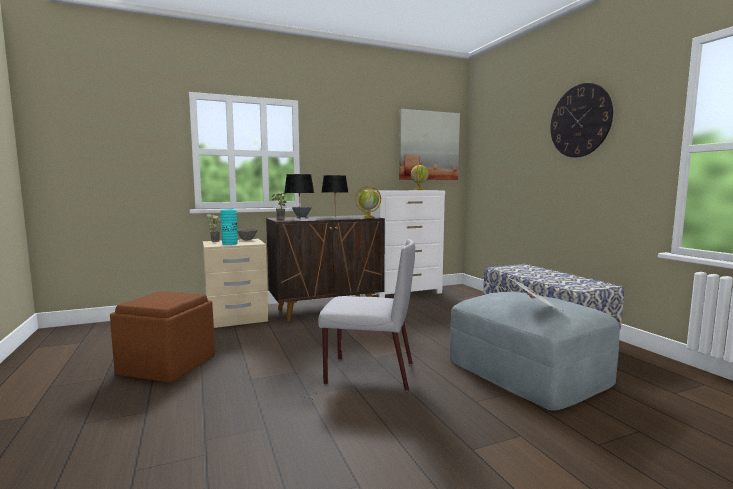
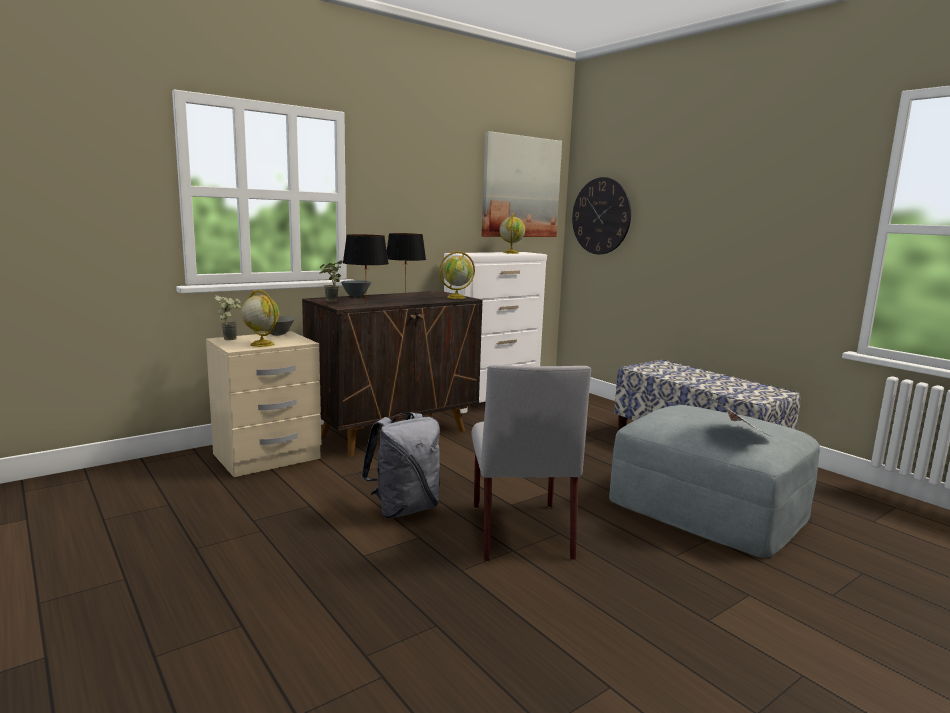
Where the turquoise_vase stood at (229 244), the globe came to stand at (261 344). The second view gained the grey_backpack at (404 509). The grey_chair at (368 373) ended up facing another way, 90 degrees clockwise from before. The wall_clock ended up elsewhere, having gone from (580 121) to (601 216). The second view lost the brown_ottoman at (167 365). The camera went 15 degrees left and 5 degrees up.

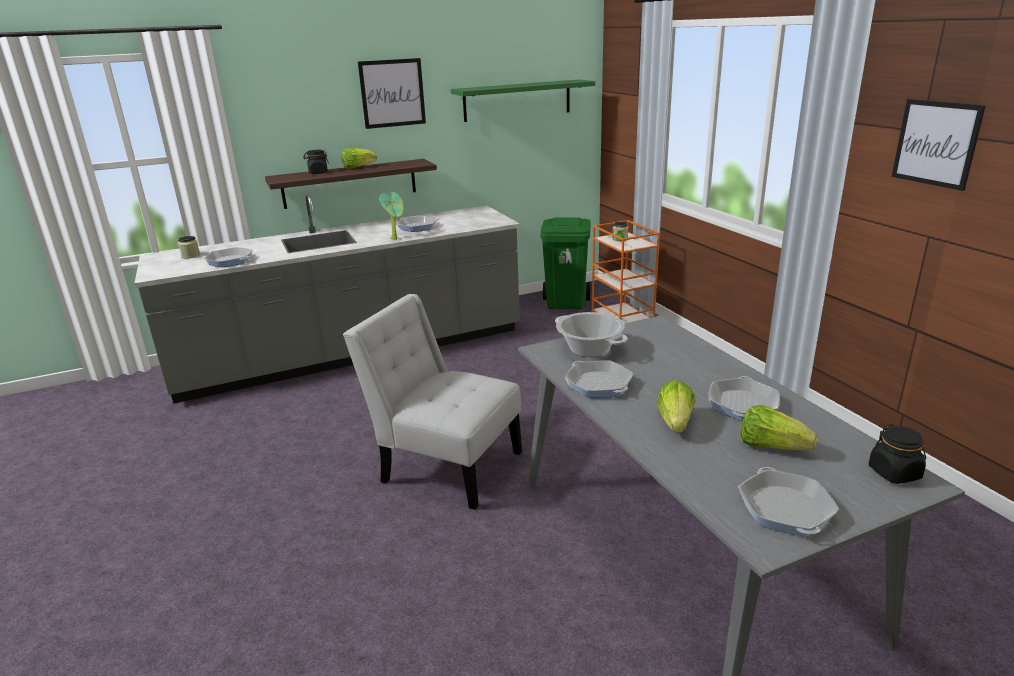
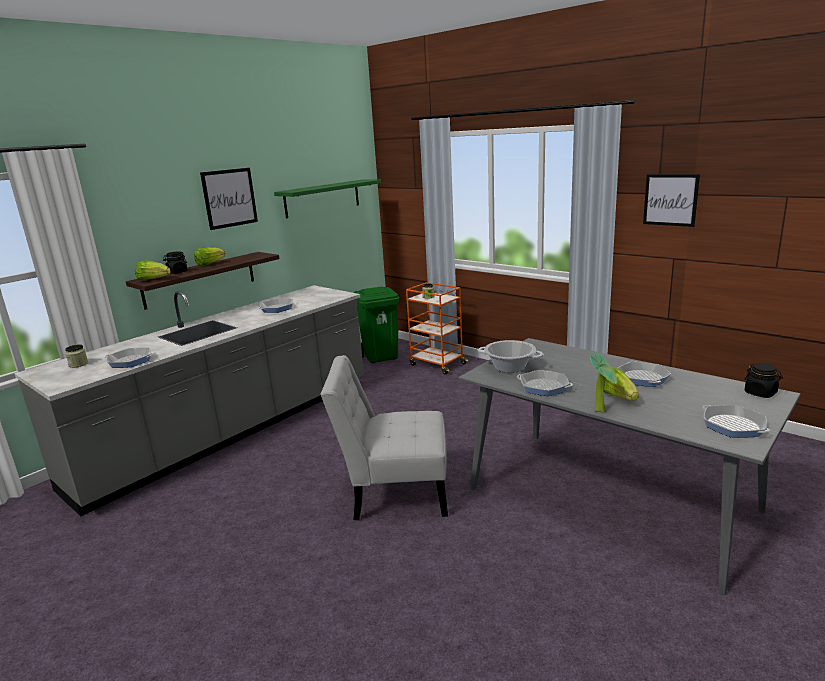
The lettuce ended up elsewhere, having gone from (771 446) to (153 280). The potted_plant ended up elsewhere, having gone from (396 238) to (601 410). The camera went 25 degrees left and 5 degrees down.

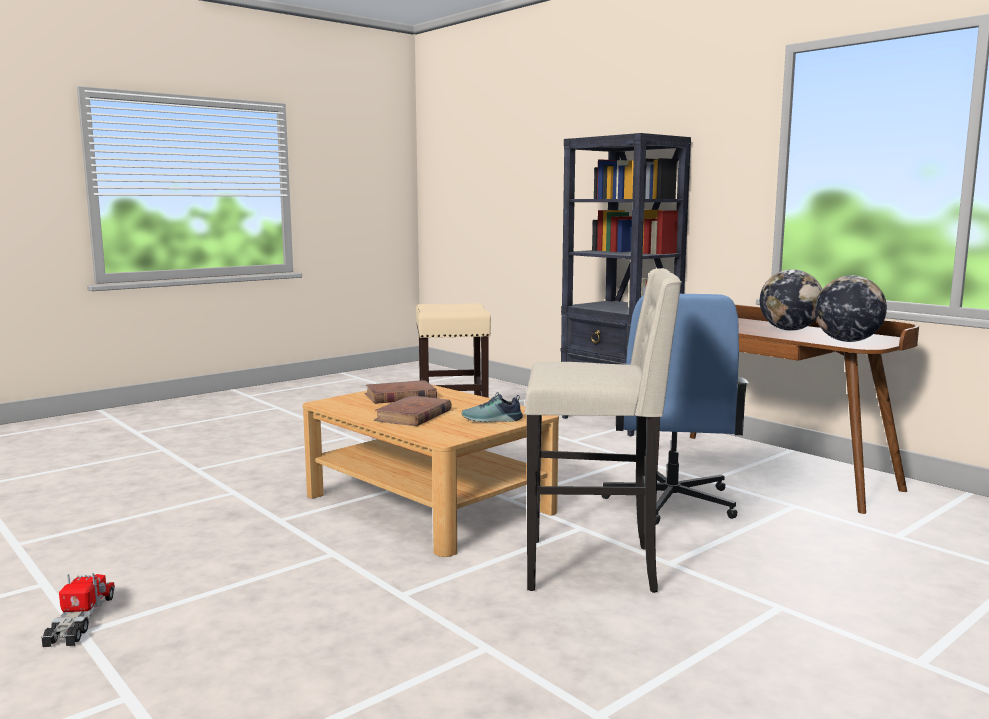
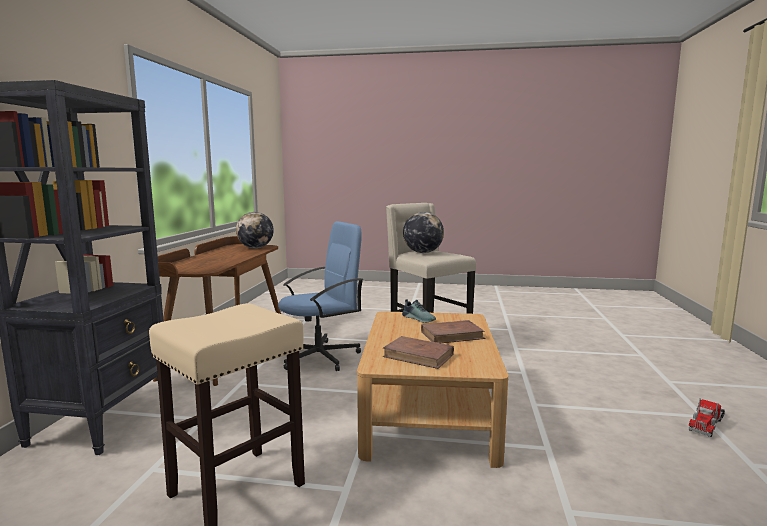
The globe ended up elsewhere, having gone from (789 330) to (423 252). The camera went 130 degrees left and 0 degrees up.

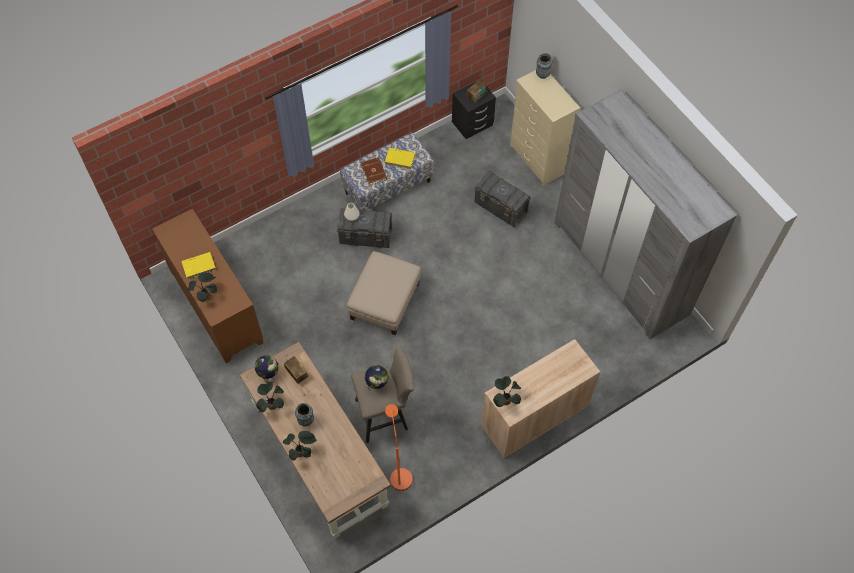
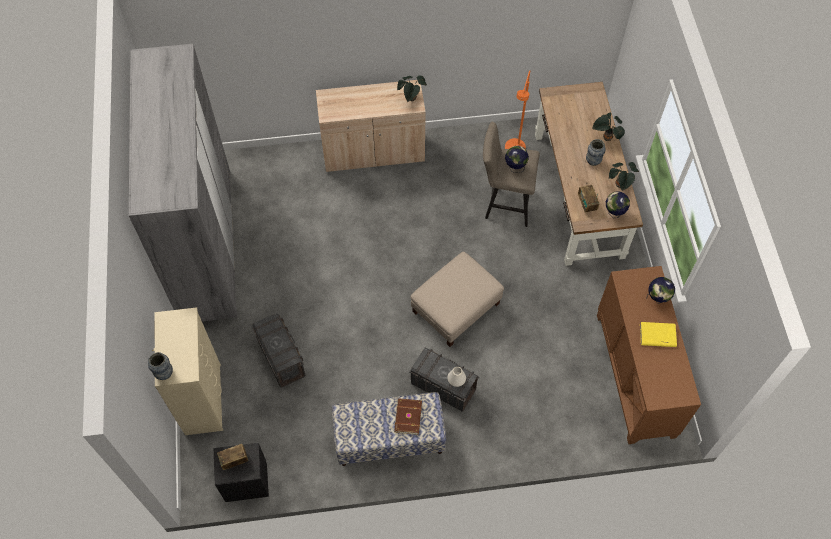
Where the potted_plant stood at (207 296), the globe came to stand at (657 299). The second view lost the yellow_book at (400 159). The camera went 155 degrees left and 0 degrees up.

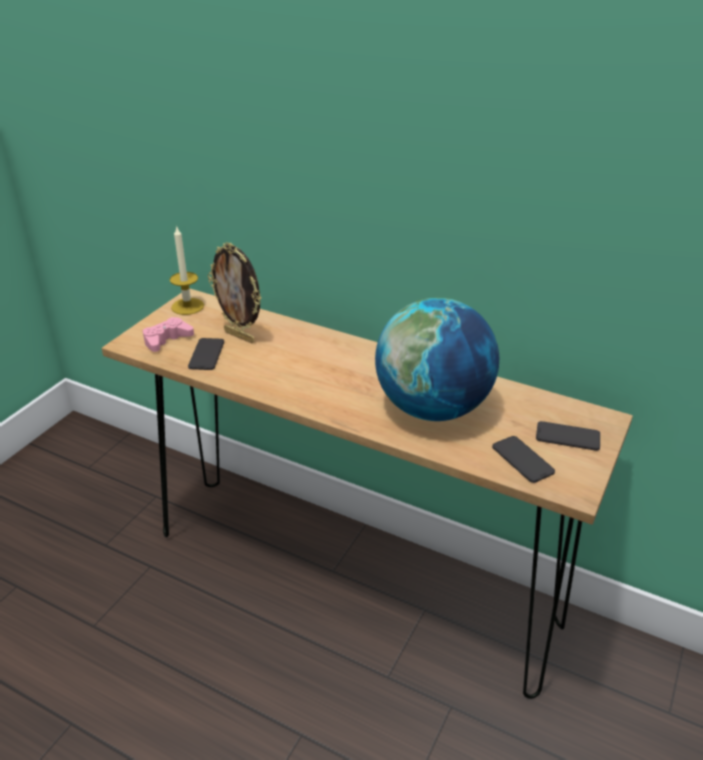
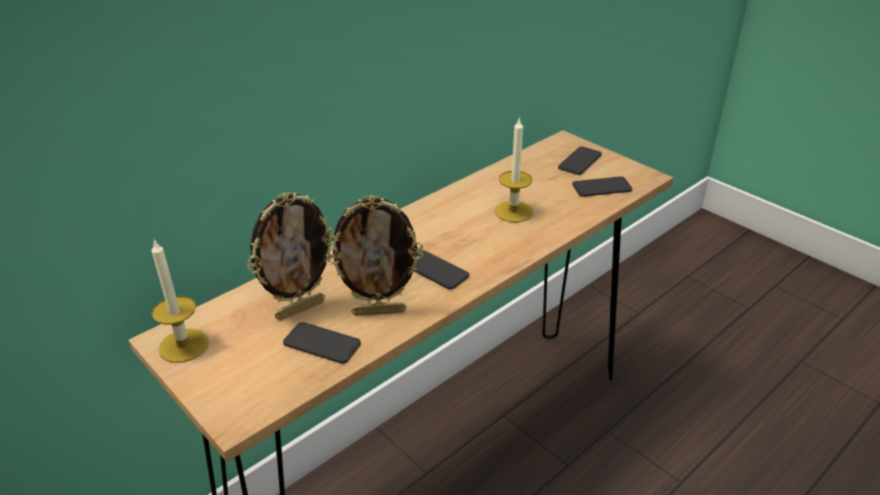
The second view gained the picture_frame at (379 311). The second view gained the phone at (436 270). Where the globe stood at (432 408), the candle came to stand at (513 211). The second view lost the pink_game_controller at (167 340). The camera went 70 degrees left and 0 degrees up.

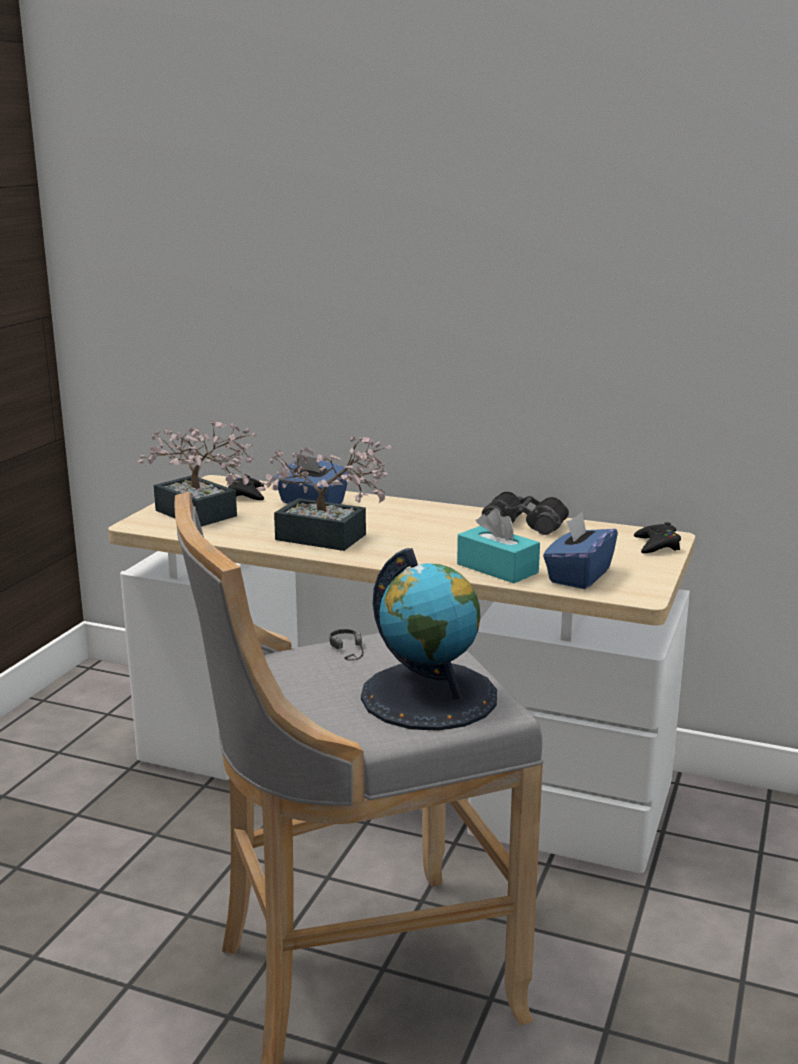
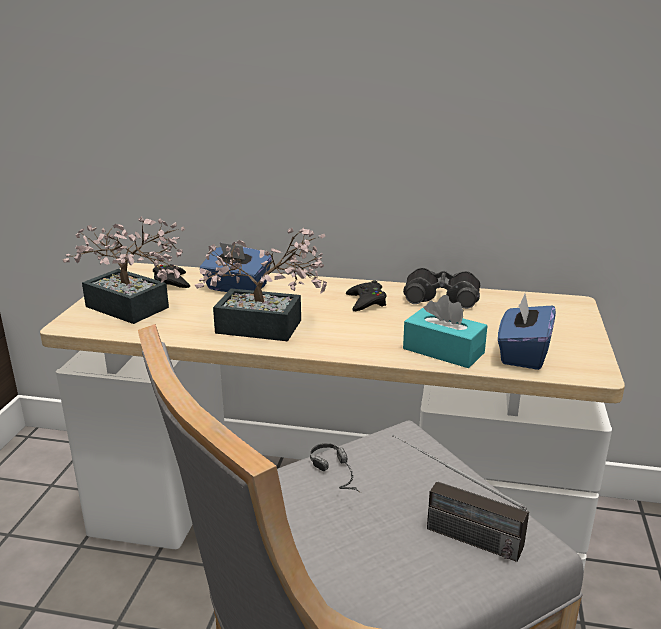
The black_game_controller ended up elsewhere, having gone from (657 545) to (366 301). Where the globe stood at (429 695), the radio came to stand at (449 530). The camera went 10 degrees left and 5 degrees up.

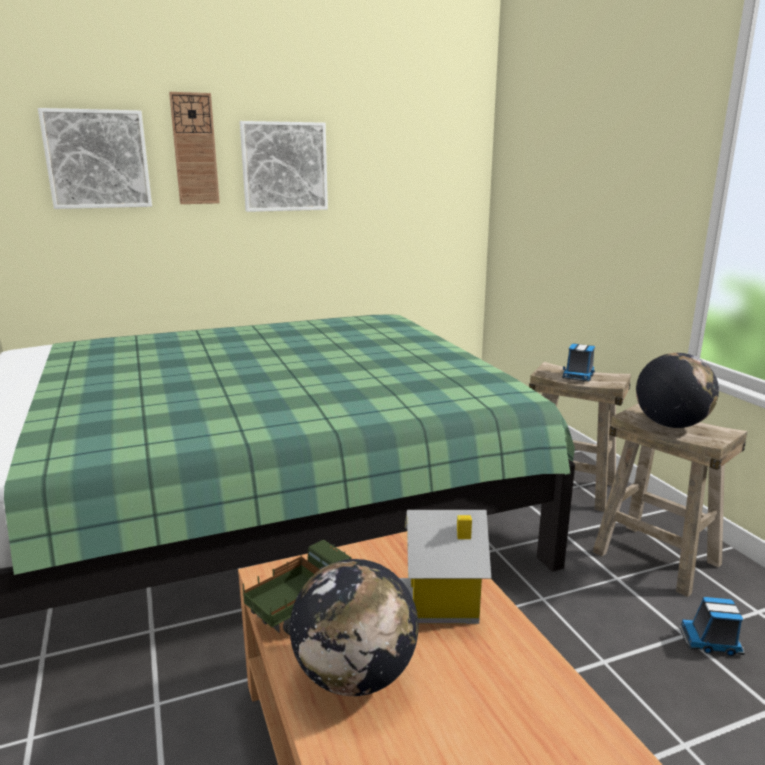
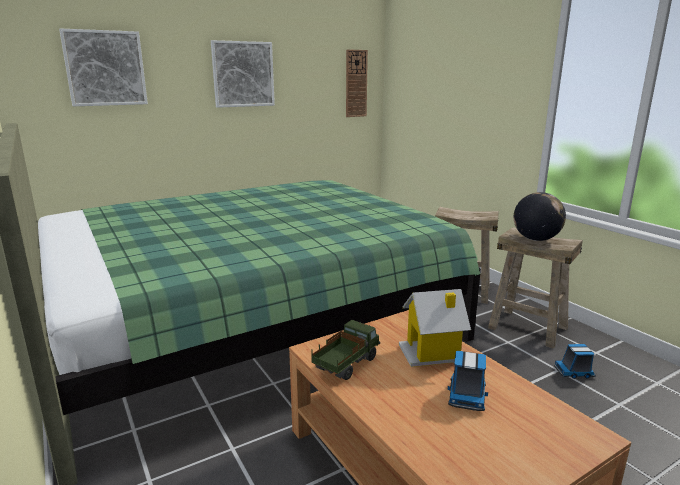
The wall_clock ended up elsewhere, having gone from (195 149) to (356 83). The toy_truck ended up elsewhere, having gone from (578 376) to (466 395). The second view lost the globe at (355 676). The camera went 10 degrees left and 0 degrees up.

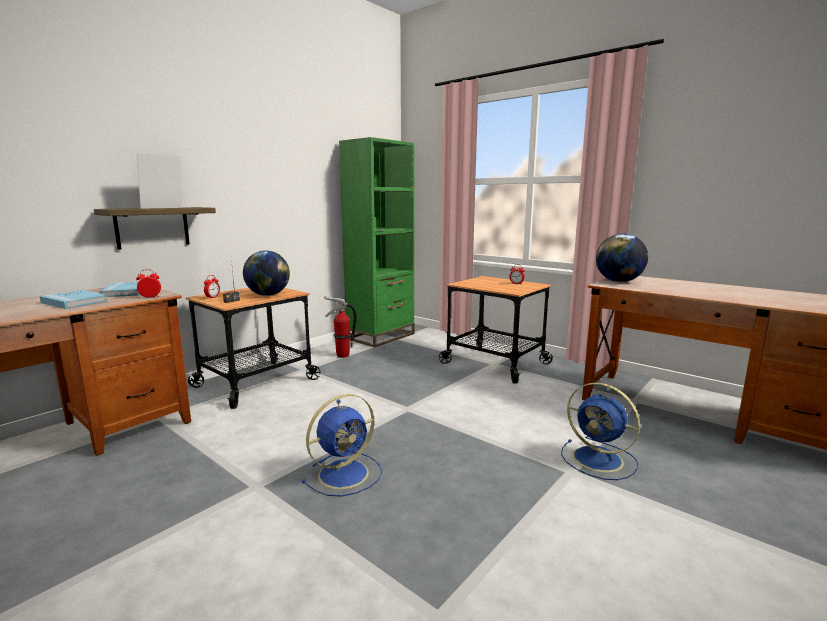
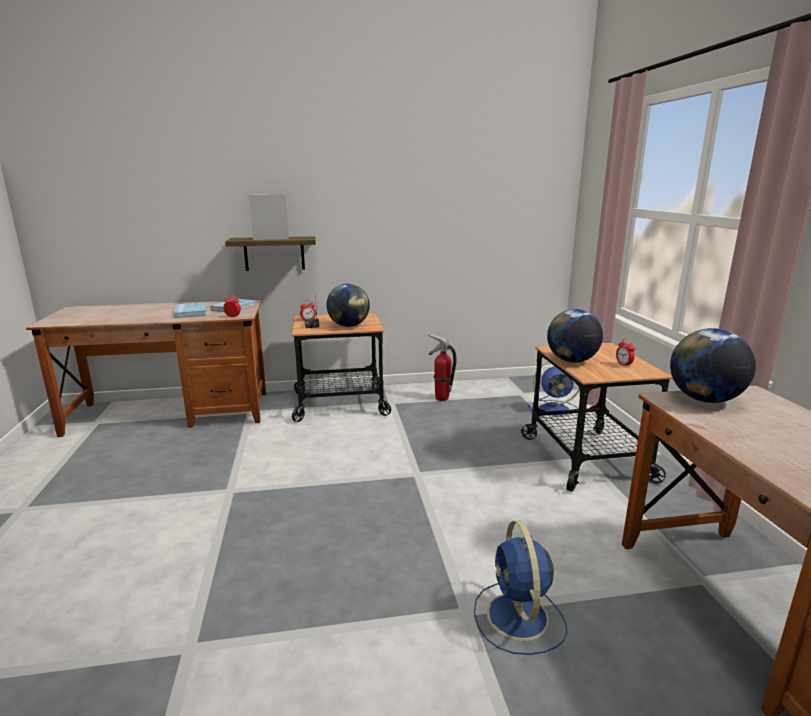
The blue_fan ended up elsewhere, having gone from (345 473) to (556 410). The second view gained the globe at (571 361). The second view lost the green_bookcase at (381 336). The camera went 40 degrees right and 5 degrees up.

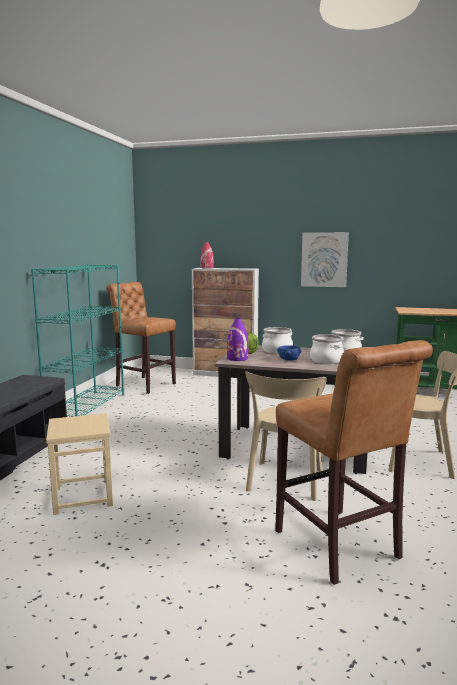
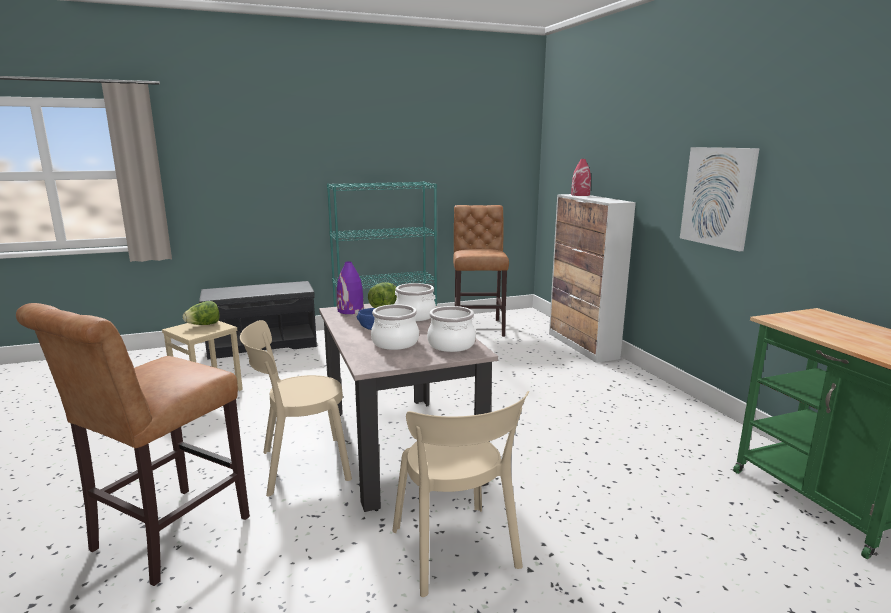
The second view gained the lettuce at (203 325). The camera went 55 degrees right and 5 degrees up.

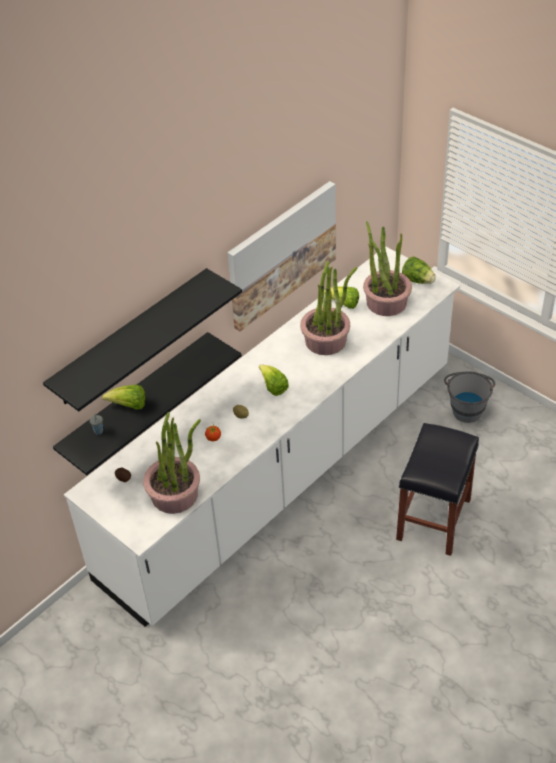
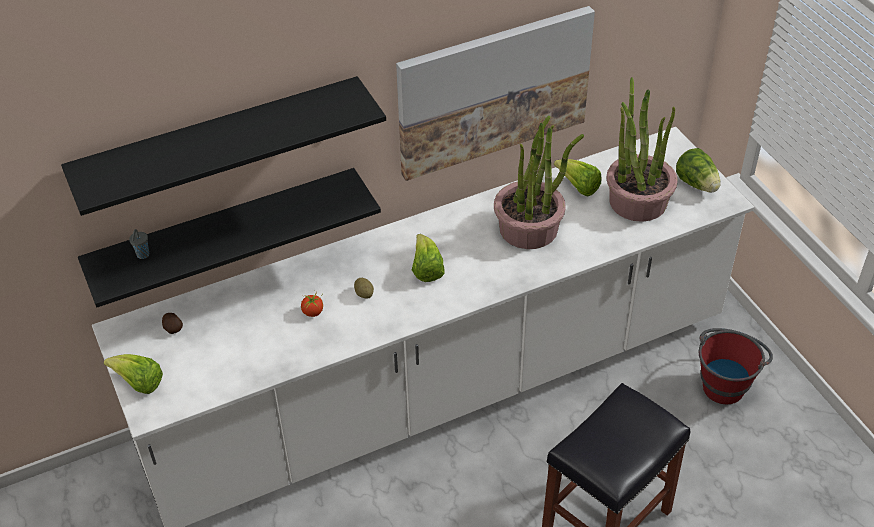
The lettuce ended up elsewhere, having gone from (129 406) to (139 383). What was the grey_bucket at (466 407) turned into the red_bucket at (726 381). The second view lost the potted_plant at (175 494). The camera went 20 degrees right and 0 degrees up.

